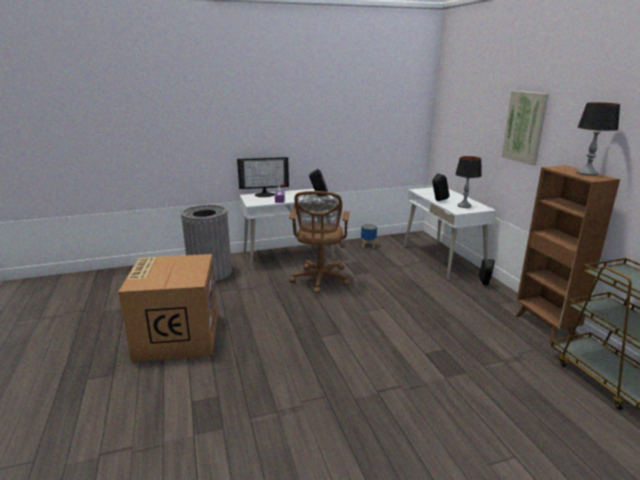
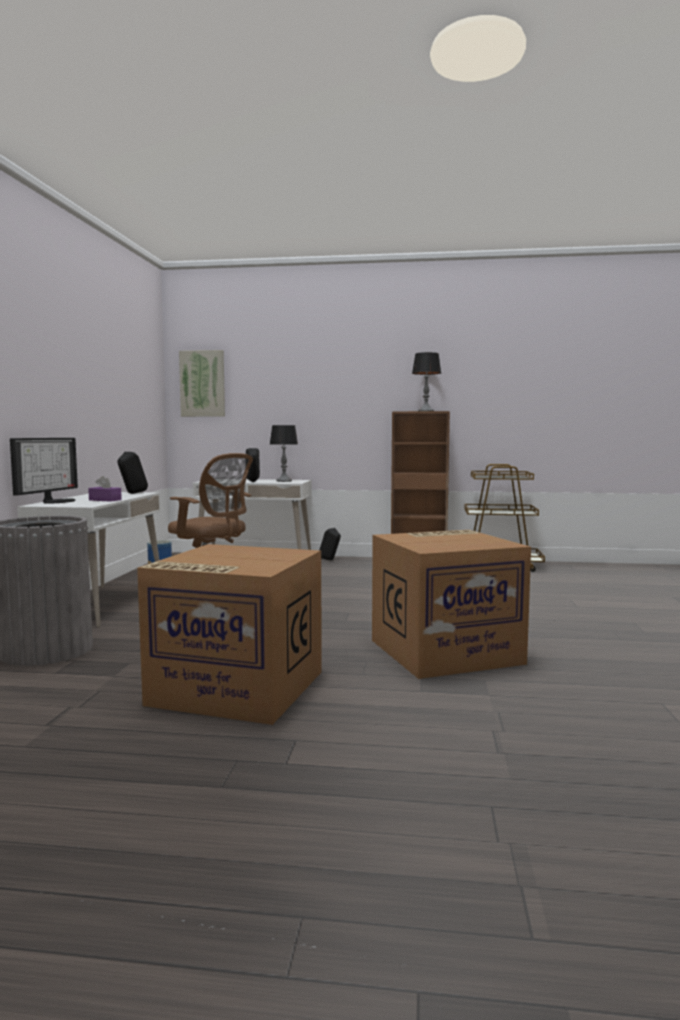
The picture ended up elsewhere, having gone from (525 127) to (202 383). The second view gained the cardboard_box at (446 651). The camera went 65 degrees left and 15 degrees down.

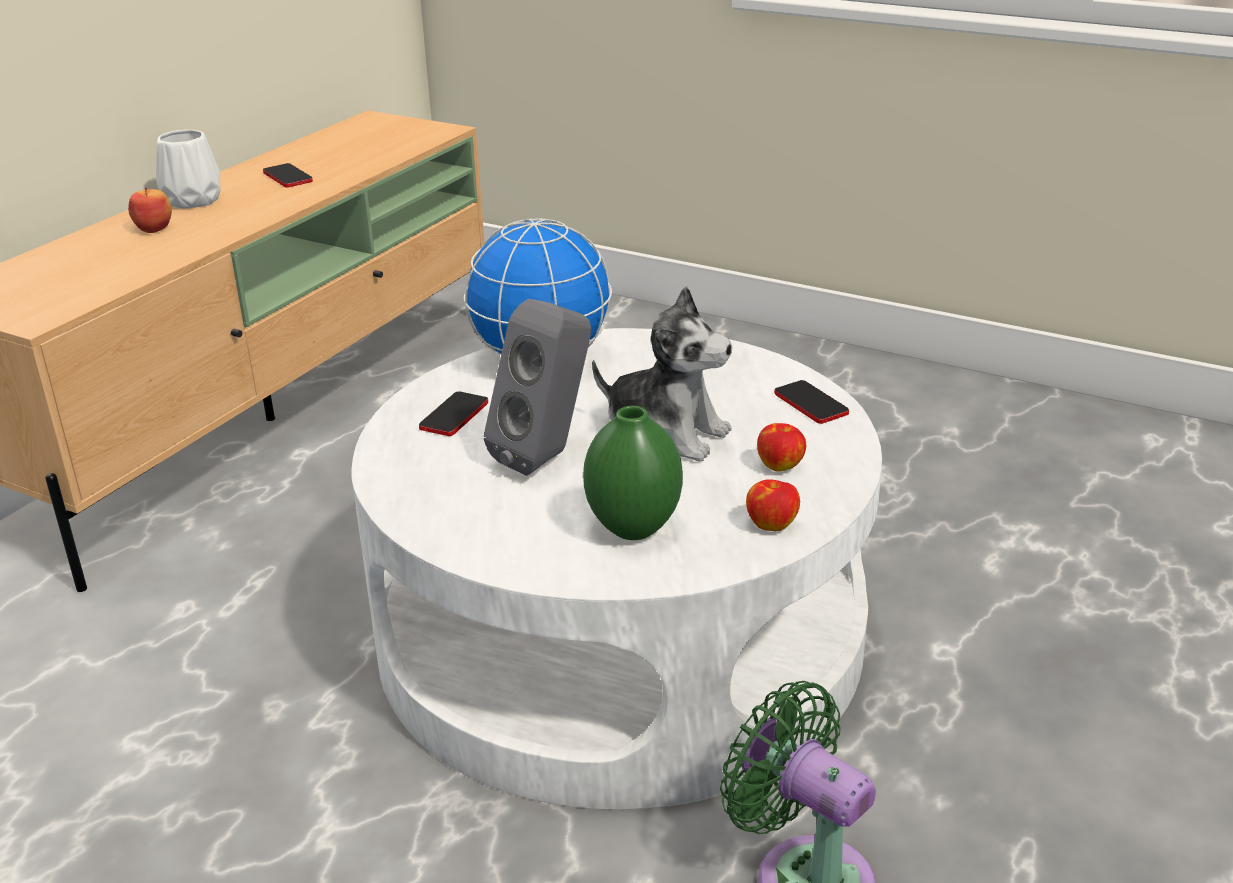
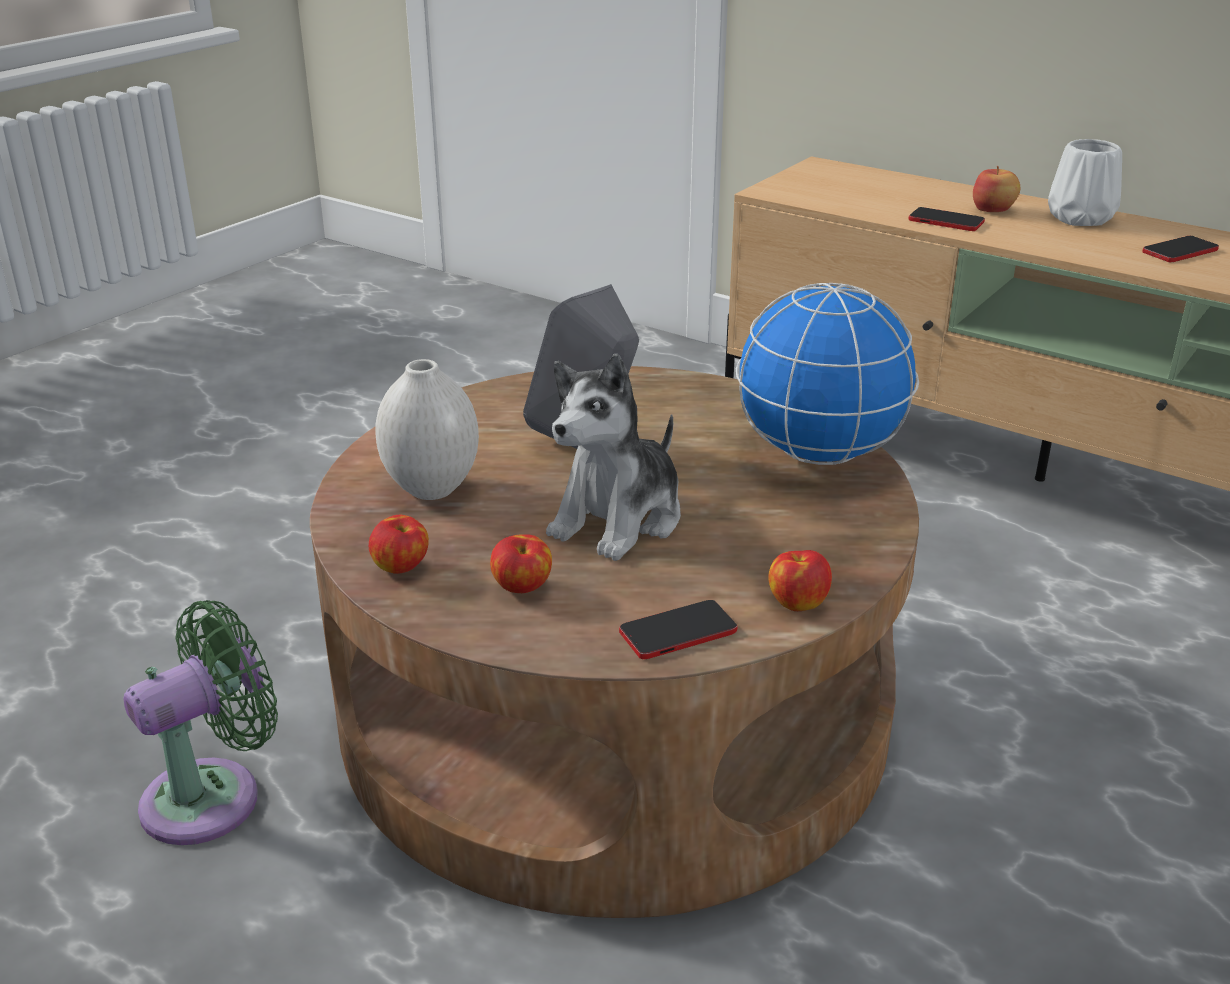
What was the white_coffee_table at (621 631) turned into the brown_coffee_table at (615 706). What was the green_vase at (633 529) turned into the white_vase at (430 489). The second view gained the apple at (797 602). The phone ended up elsewhere, having gone from (454 415) to (946 221). The camera went 95 degrees right and 0 degrees up.

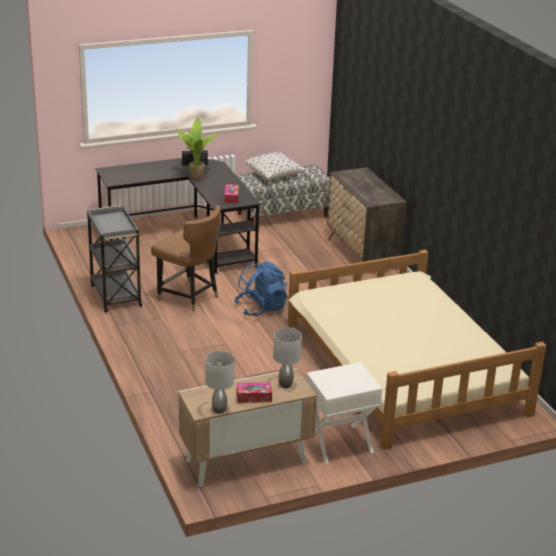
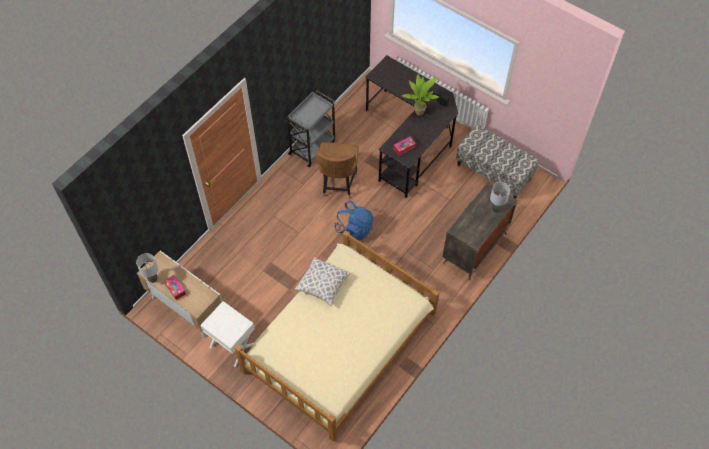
The pillow ended up elsewhere, having gone from (274 175) to (323 285). The grey_table_lamp ended up elsewhere, having gone from (285 384) to (496 209). The camera went 60 degrees right and 30 degrees up.

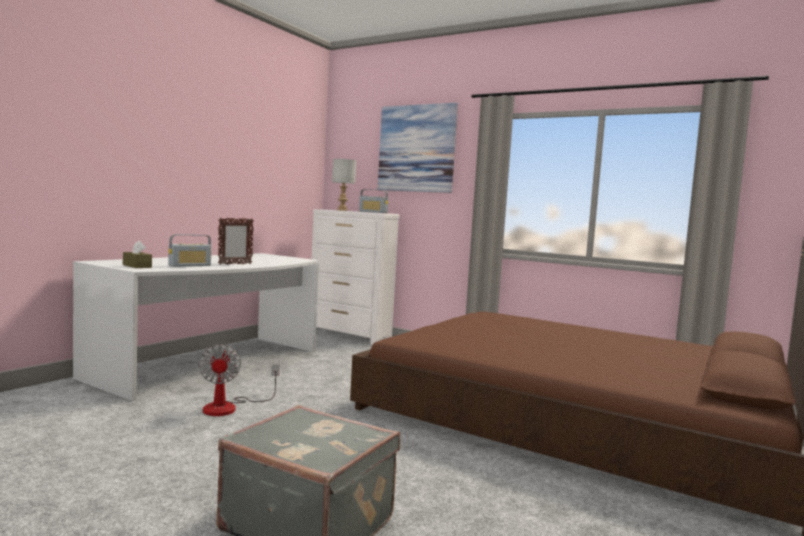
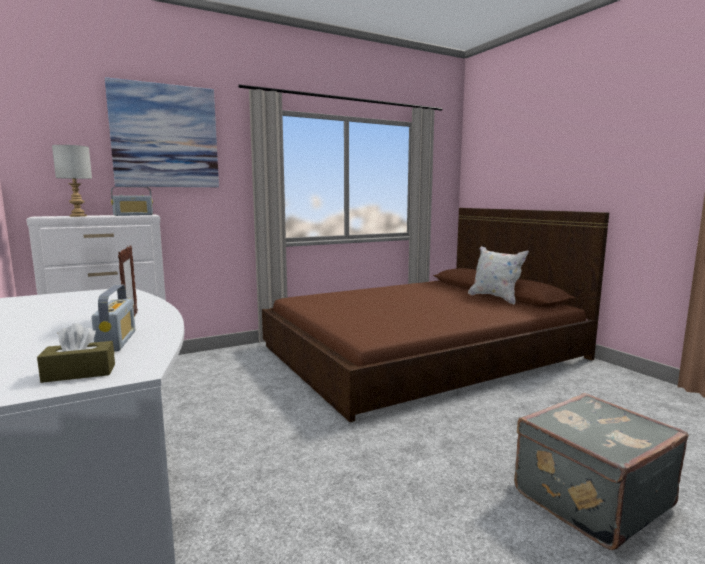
The second view gained the white_pillow at (495 298). The second view lost the fan at (229 407). The camera went 60 degrees left and 5 degrees up.

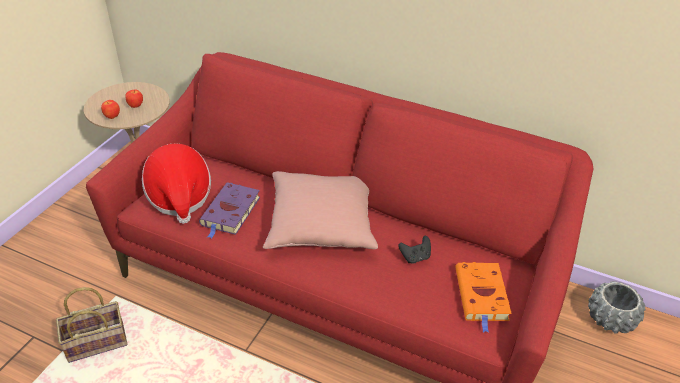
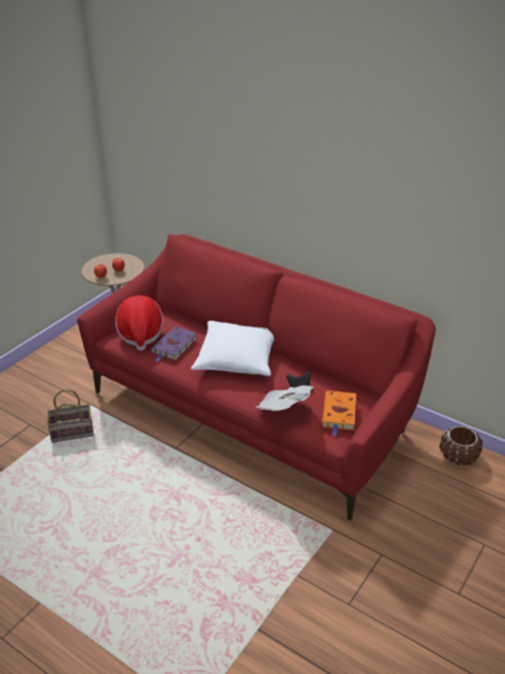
What was the pink_pillow at (321 223) turned into the white_pillow at (237 359). The second view gained the newspaper at (283 408). What was the grey_planter at (611 319) turned into the brown_planter at (458 456). The camera went 10 degrees right and 5 degrees down.

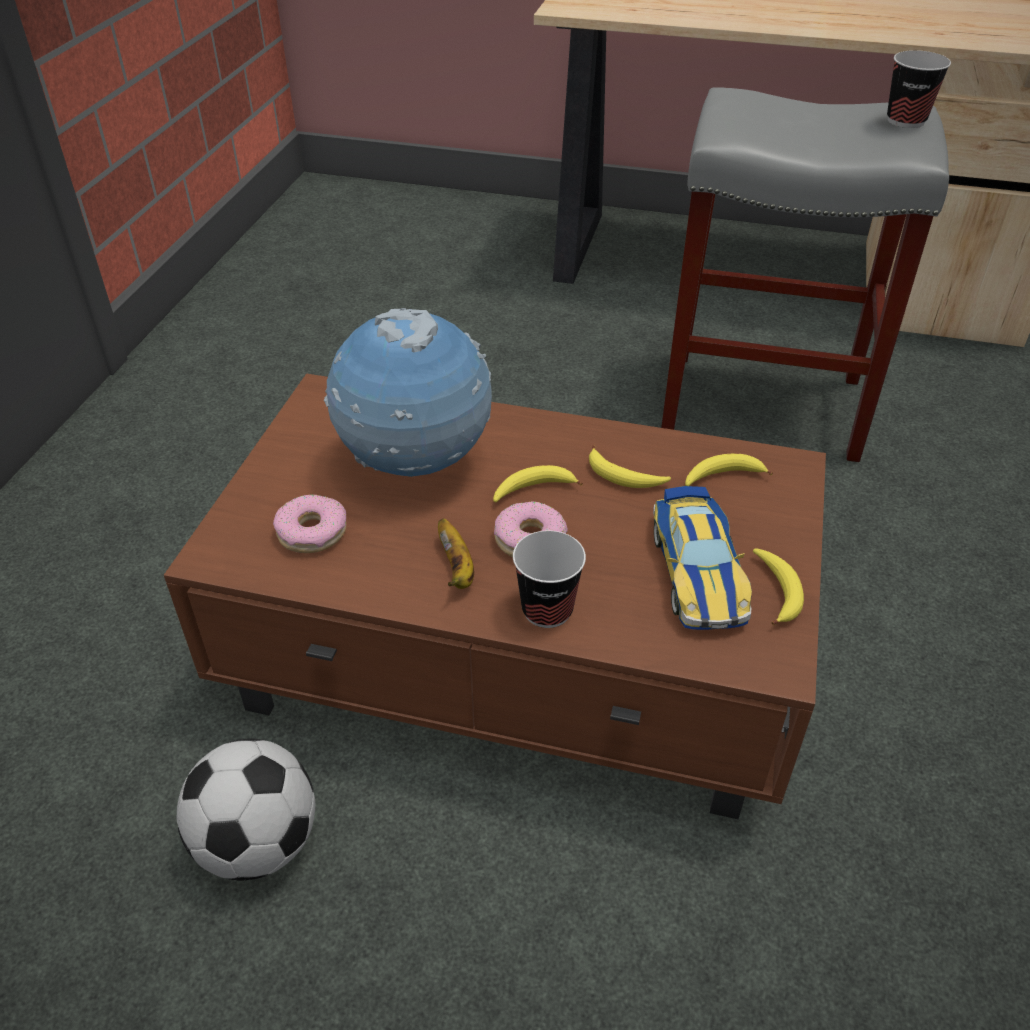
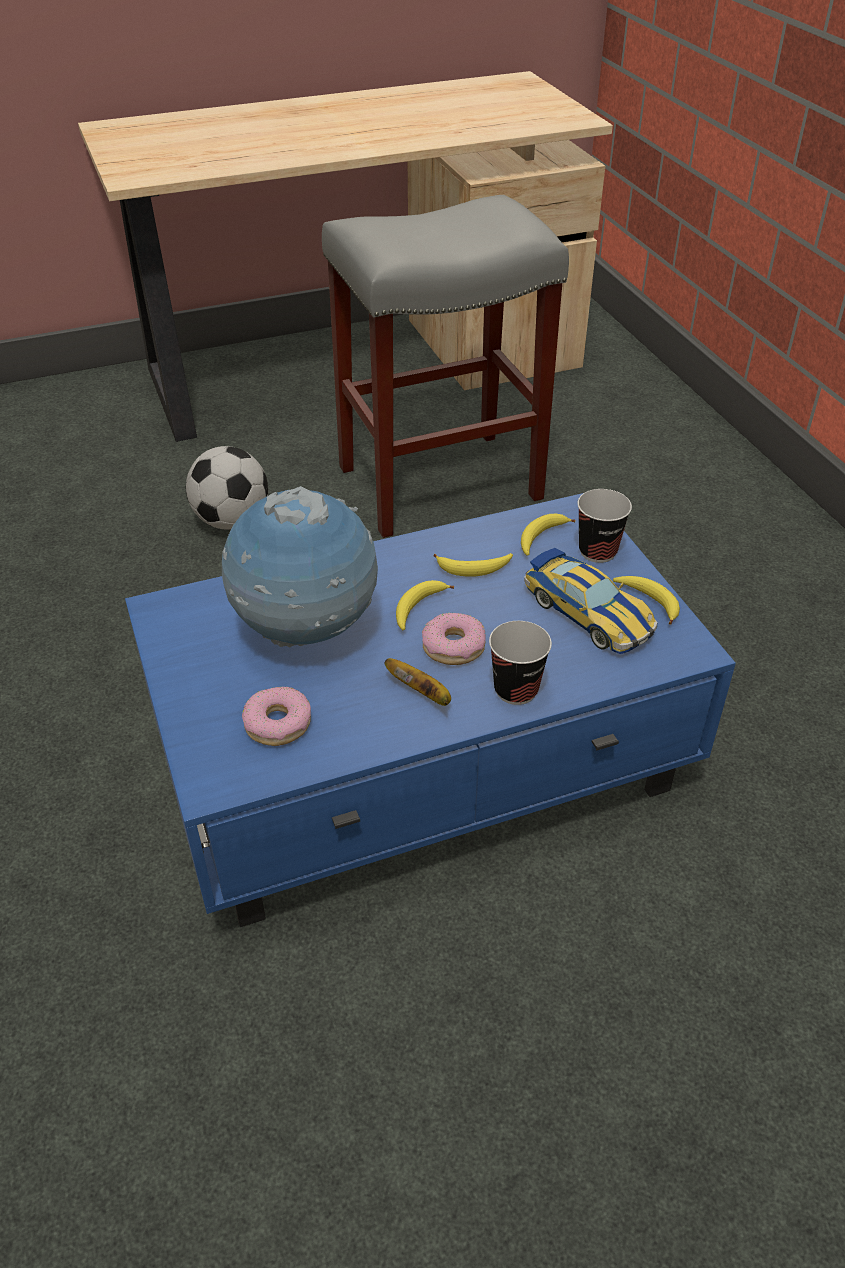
What was the brown_coffee_table at (520 653) turned into the blue_coffee_table at (425 759). The football ended up elsewhere, having gone from (258 842) to (231 521). The cup ended up elsewhere, having gone from (906 121) to (597 551). The camera went 35 degrees left and 0 degrees up.

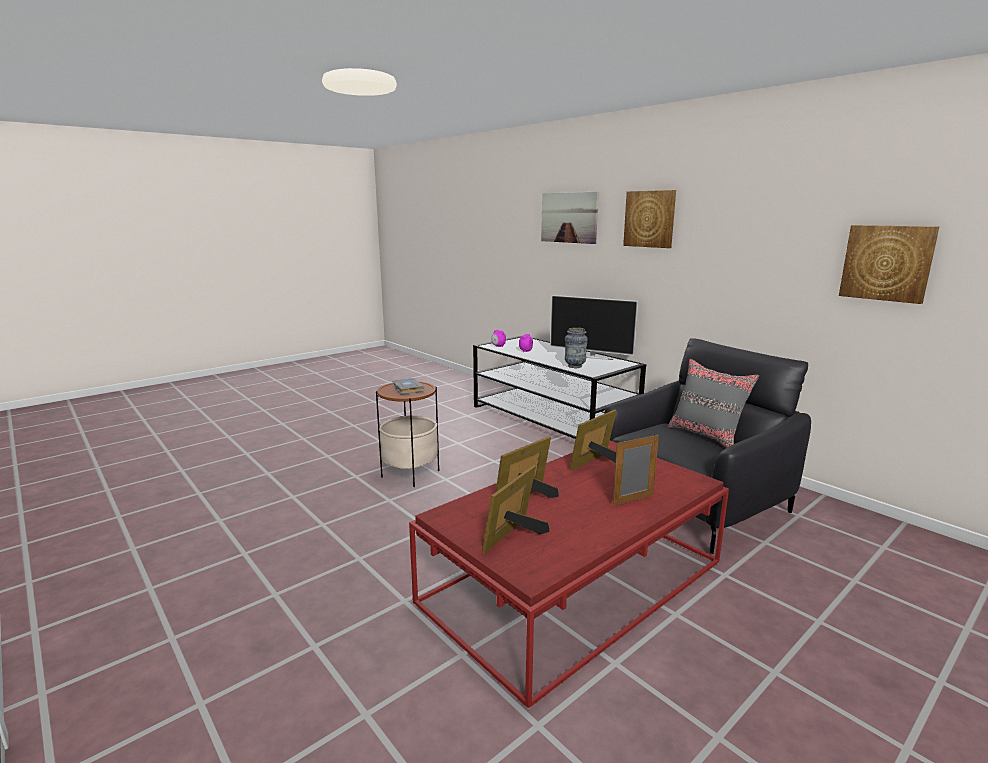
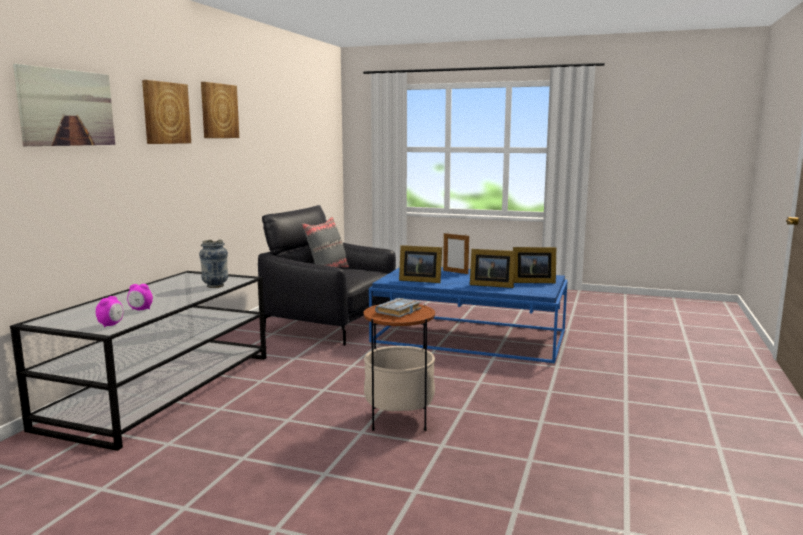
The picture ended up elsewhere, having gone from (887 263) to (218 111). What was the red_coffee_table at (573 583) turned into the blue_coffee_table at (470 337). The second view lost the television at (591 357). The camera went 120 degrees left and 5 degrees down.

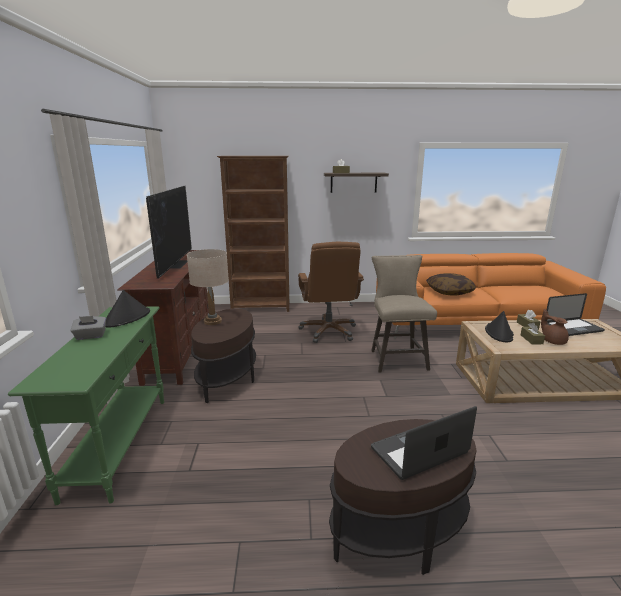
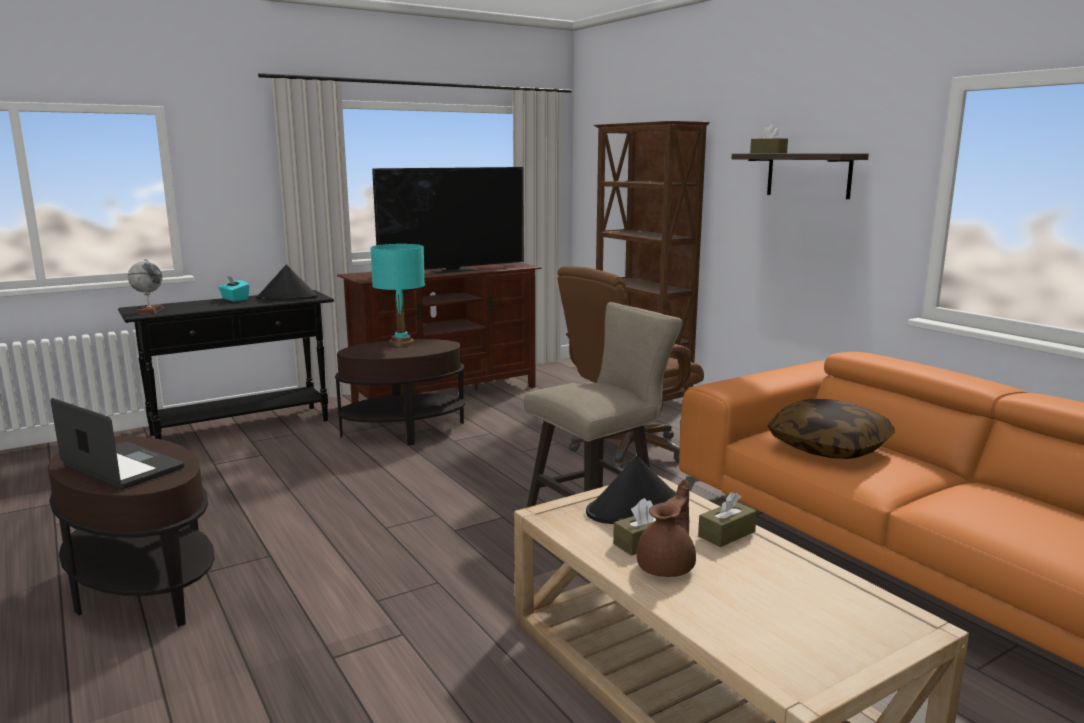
What was the green_console_table at (119 444) turned into the black_console_table at (242 427). The second view gained the globe at (149 311). What was the grey_tissue_box at (90 336) turned into the turquoise_tissue_box at (234 299). What was the beige_table_lamp at (213 321) turned into the turquoise_table_lamp at (401 343). The second view lost the laptop at (573 328). The camera went 60 degrees right and 5 degrees down.

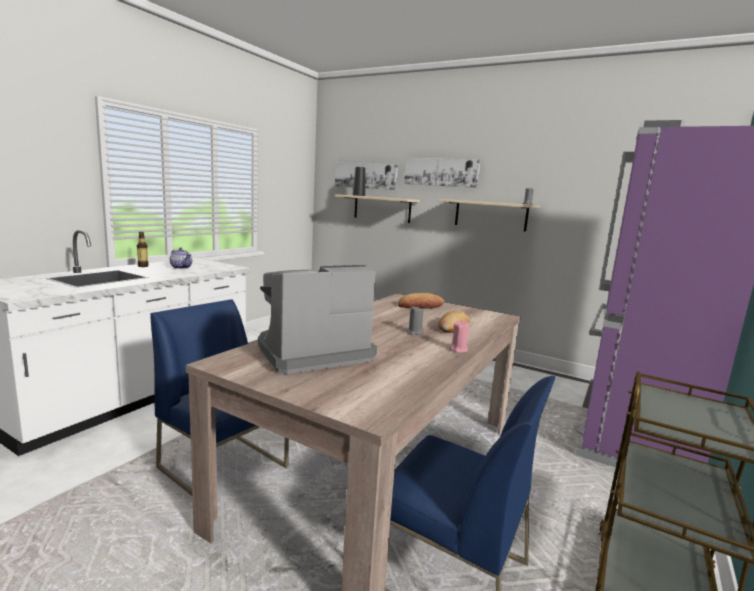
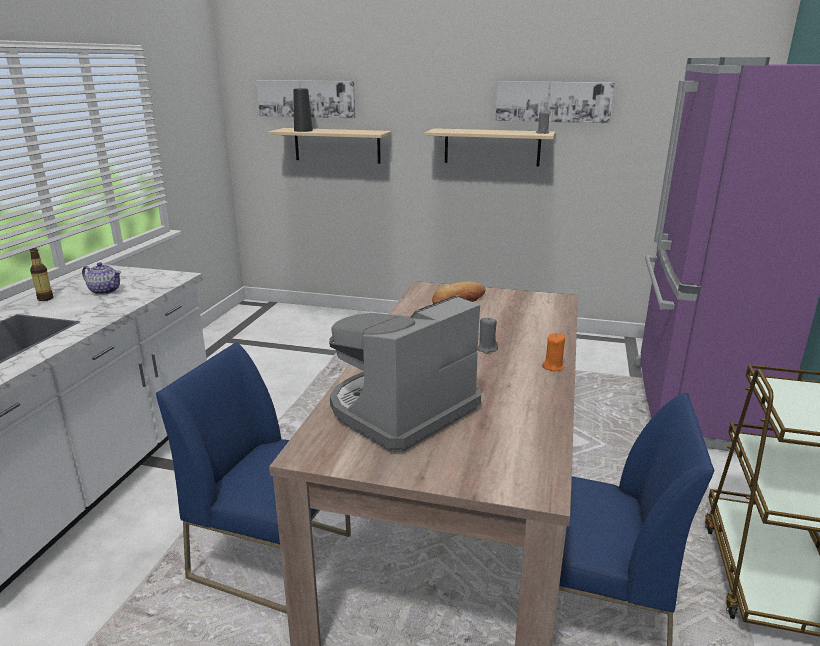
The picture ended up elsewhere, having gone from (441 172) to (553 101). What was the pink_candle at (458 350) turned into the orange_candle at (553 366). The second view lost the bread at (453 326). The camera went 15 degrees left and 10 degrees up.

